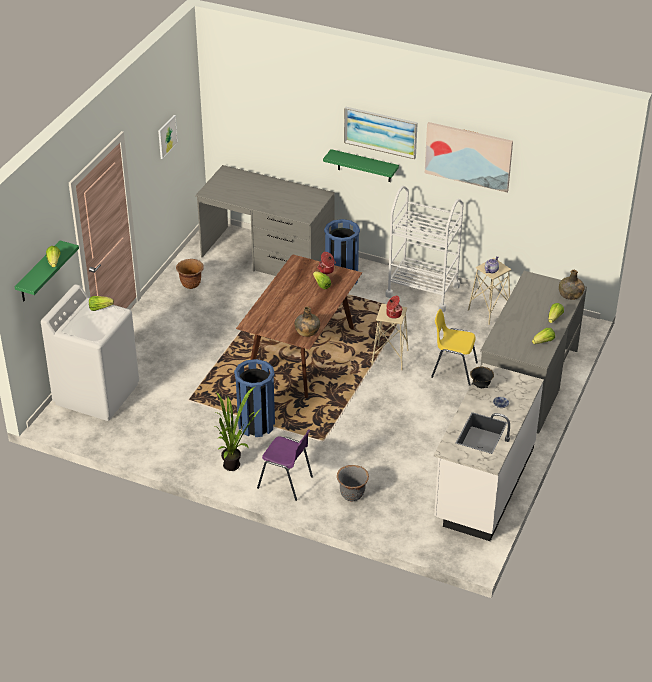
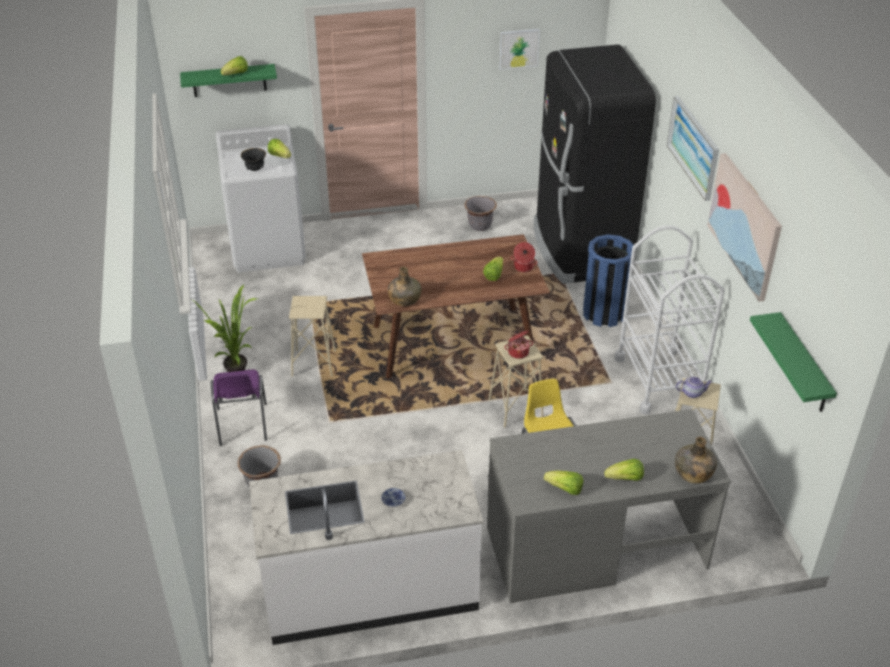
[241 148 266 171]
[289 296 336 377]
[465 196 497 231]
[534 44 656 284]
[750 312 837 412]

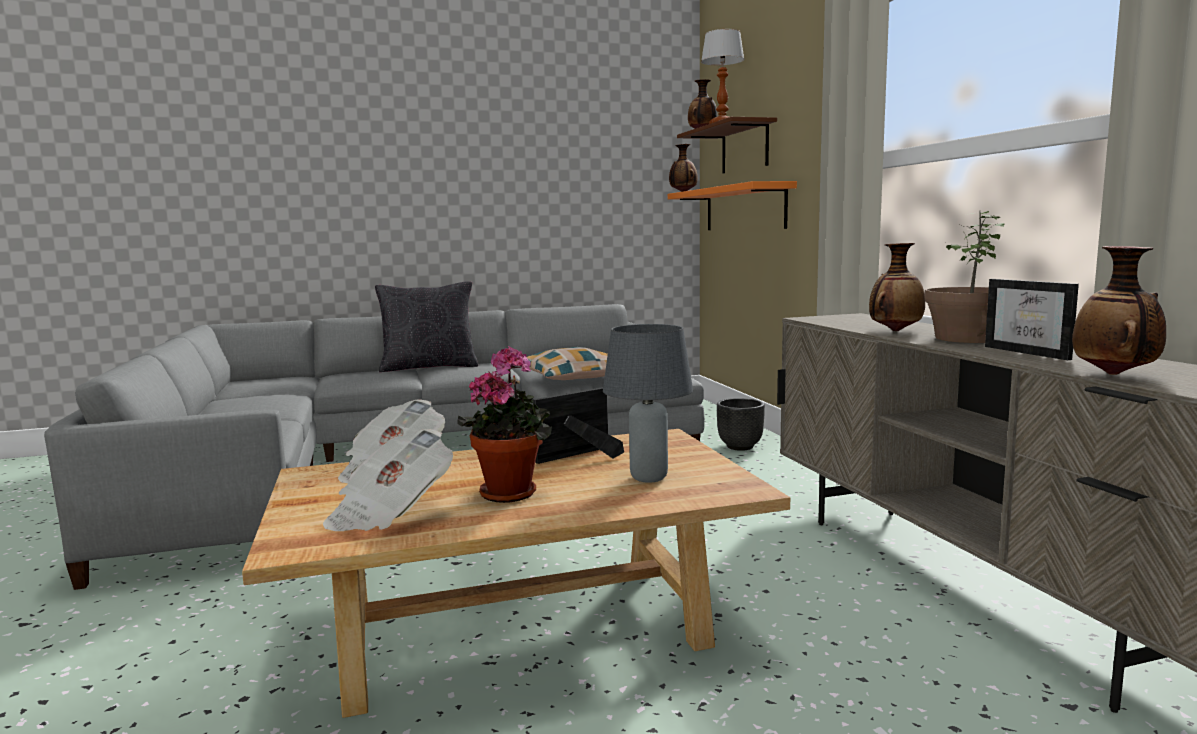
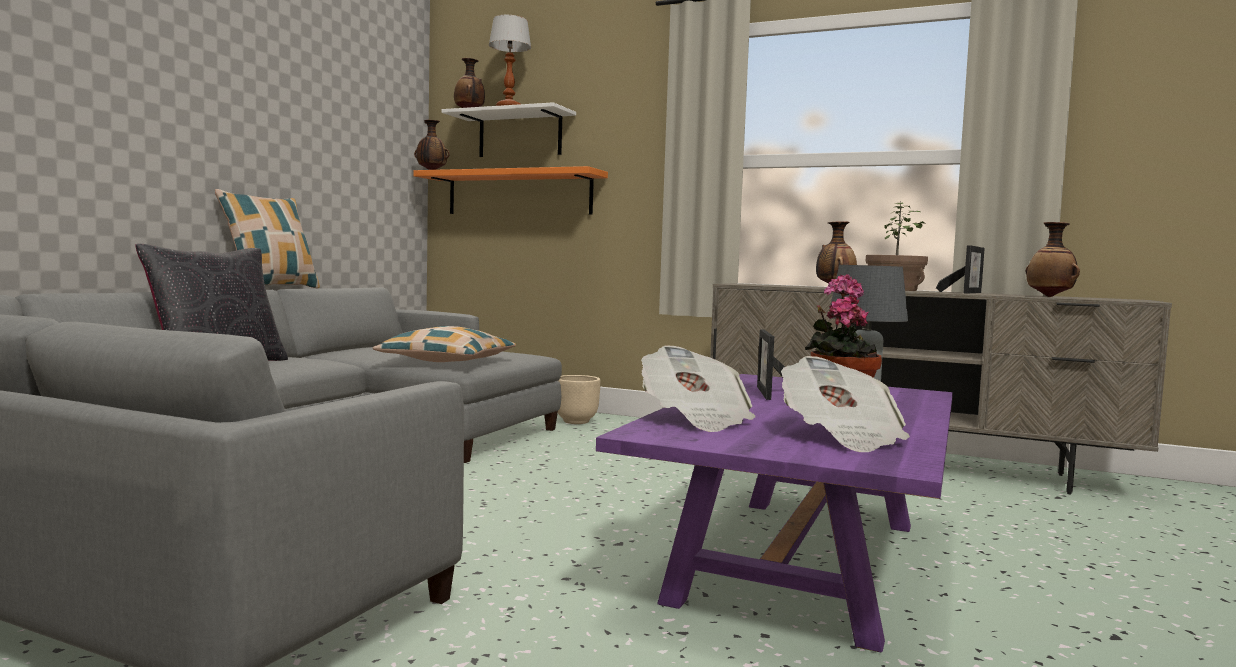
[215 189 320 288]
[441 102 576 157]
[558 375 600 424]
[596 374 953 653]
[936 245 985 294]

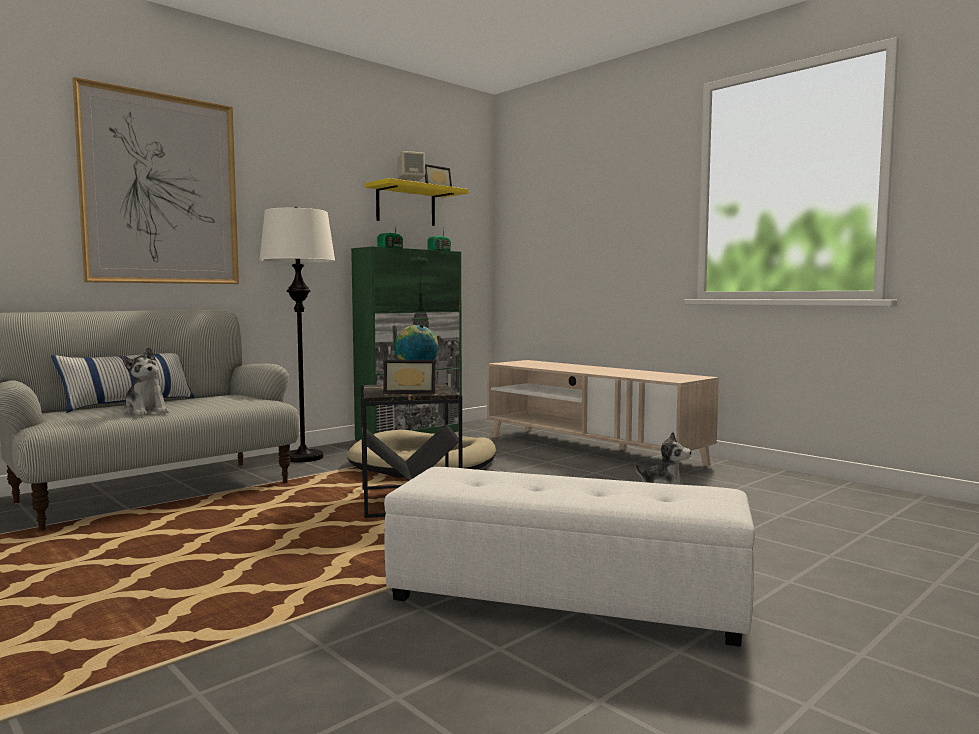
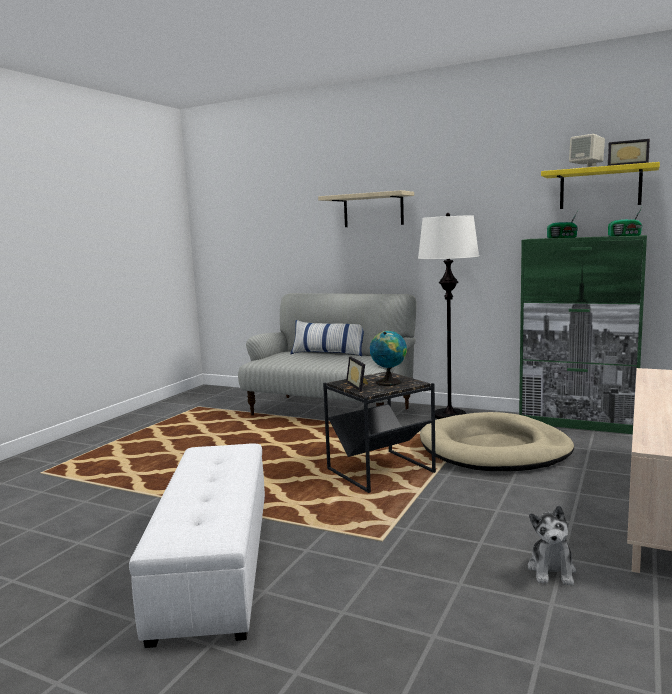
[318 190 414 227]
[122 347 169 416] (first image)

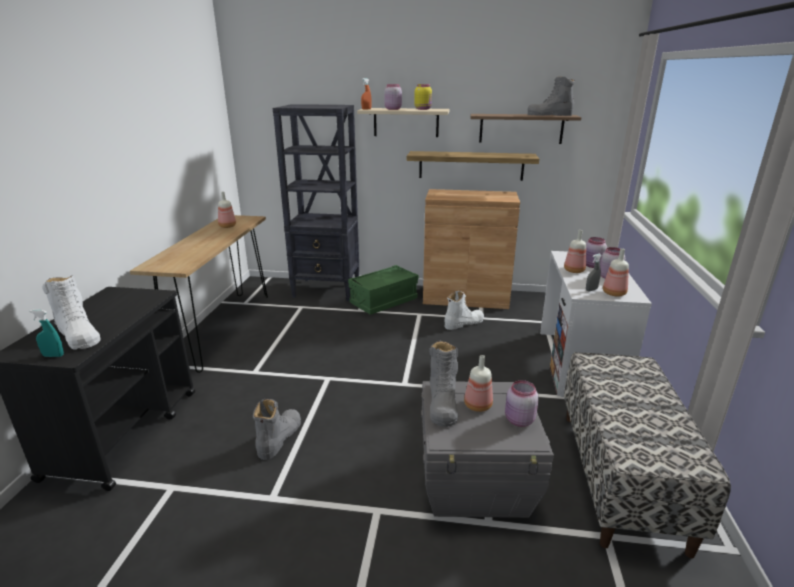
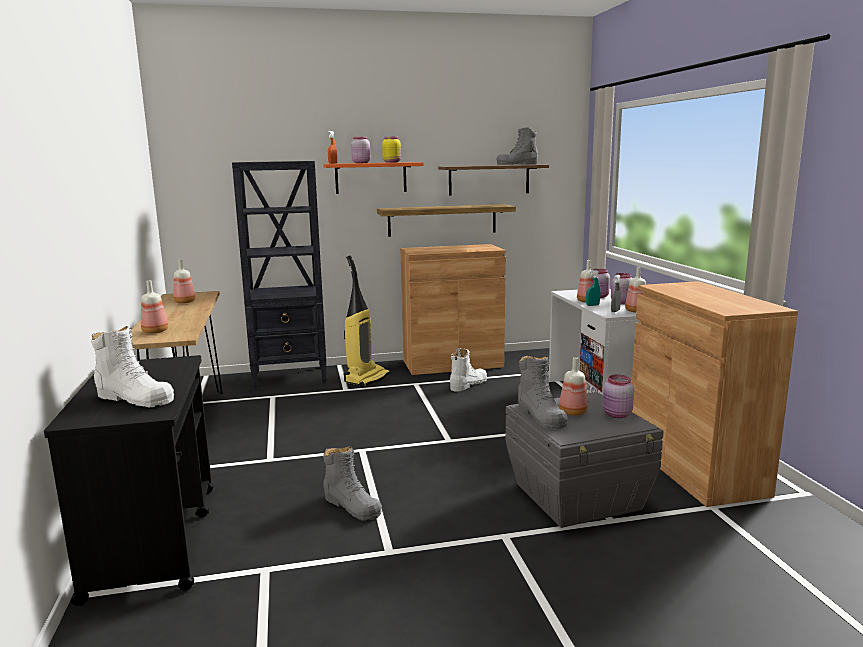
[141 280 168 333]
[323 162 424 194]
[323 446 382 521]
[344 256 390 387]
[586 270 601 306]
[632 281 798 507]

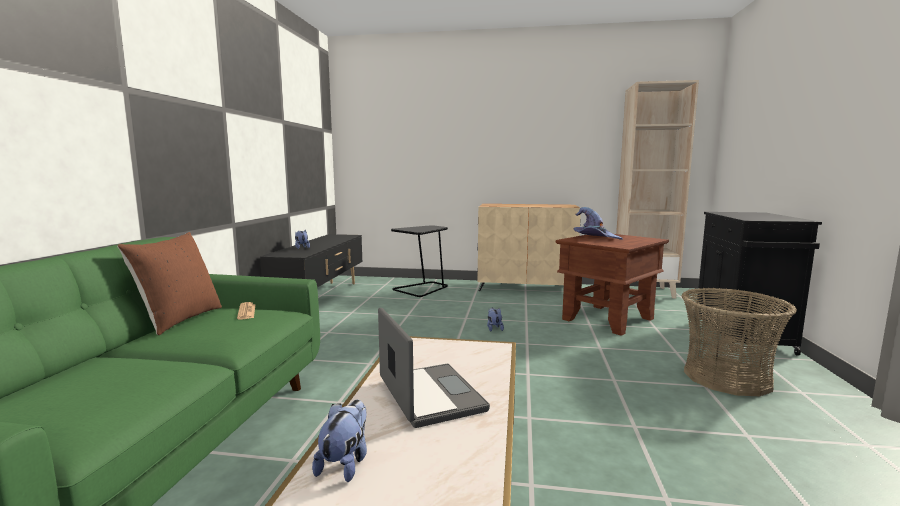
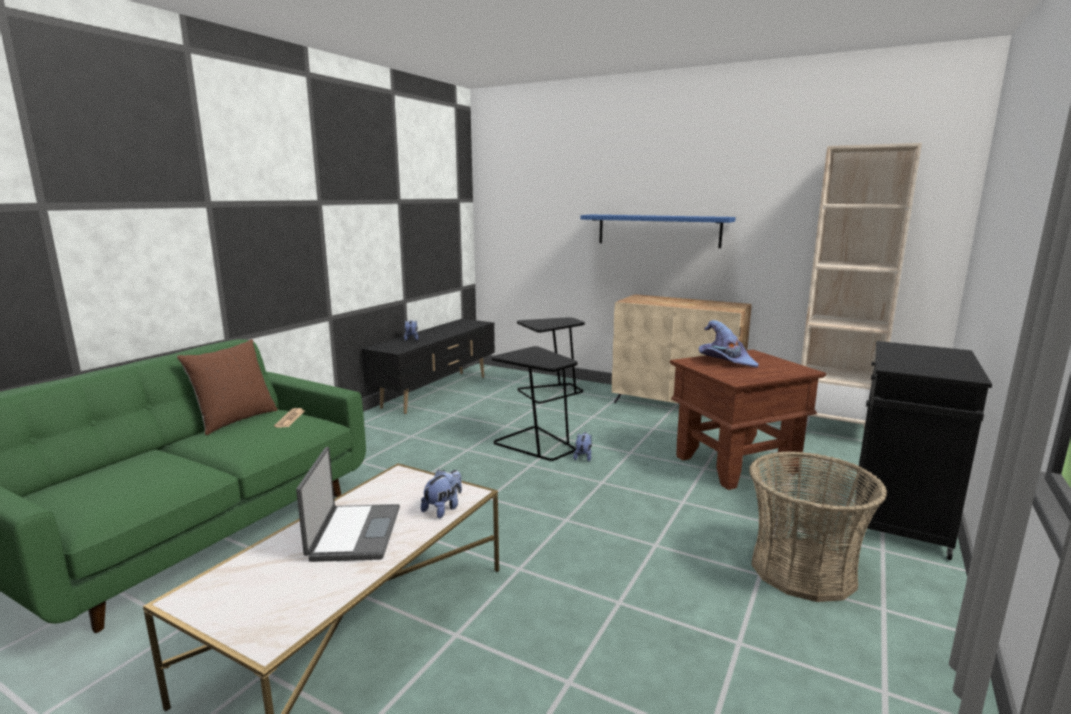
[421 470 462 518]
[491 346 577 461]
[580 215 736 248]

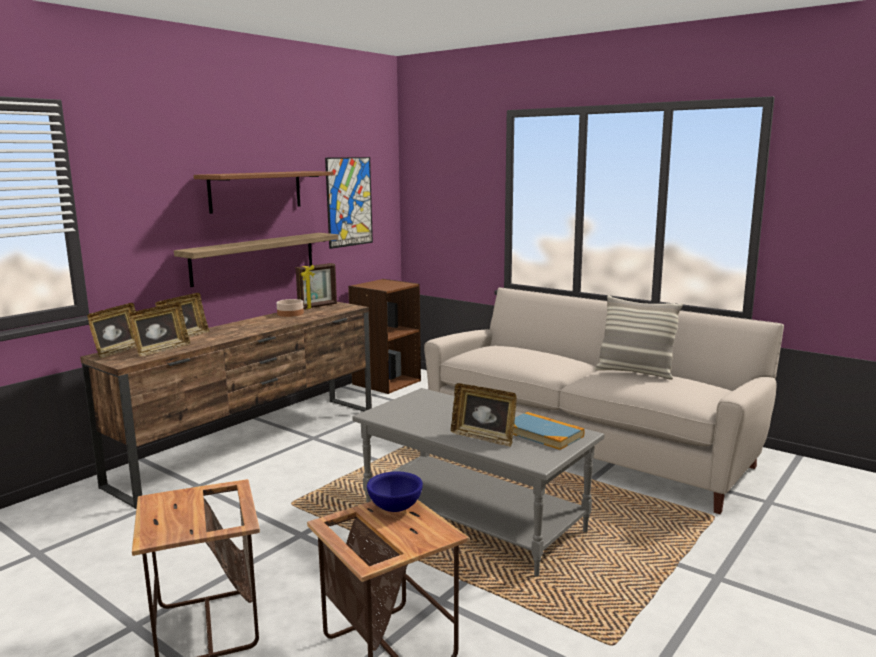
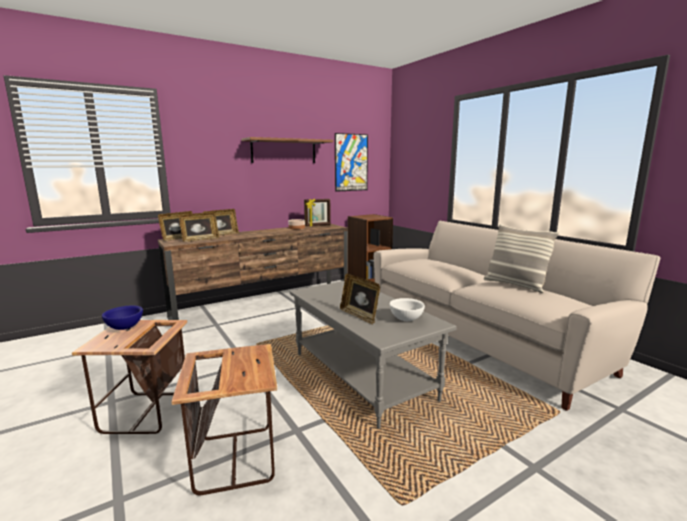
[102 305 143 330]
[390 298 425 321]
[174 233 338 287] (first image)

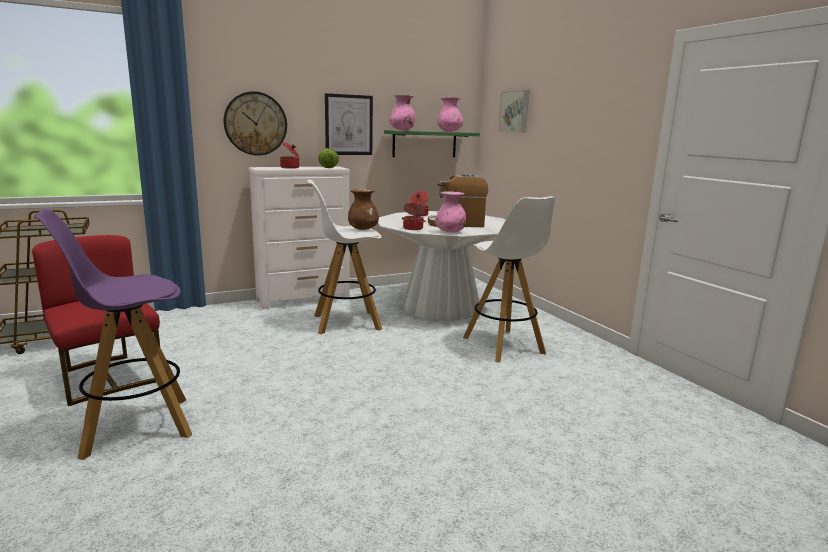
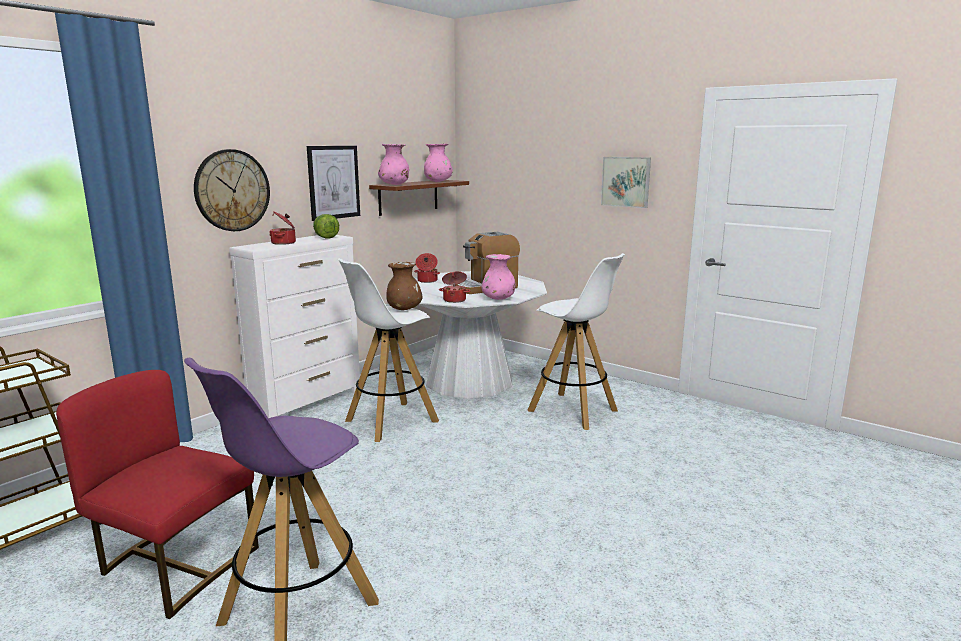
[369 180 469 216]
[601 157 651 208]

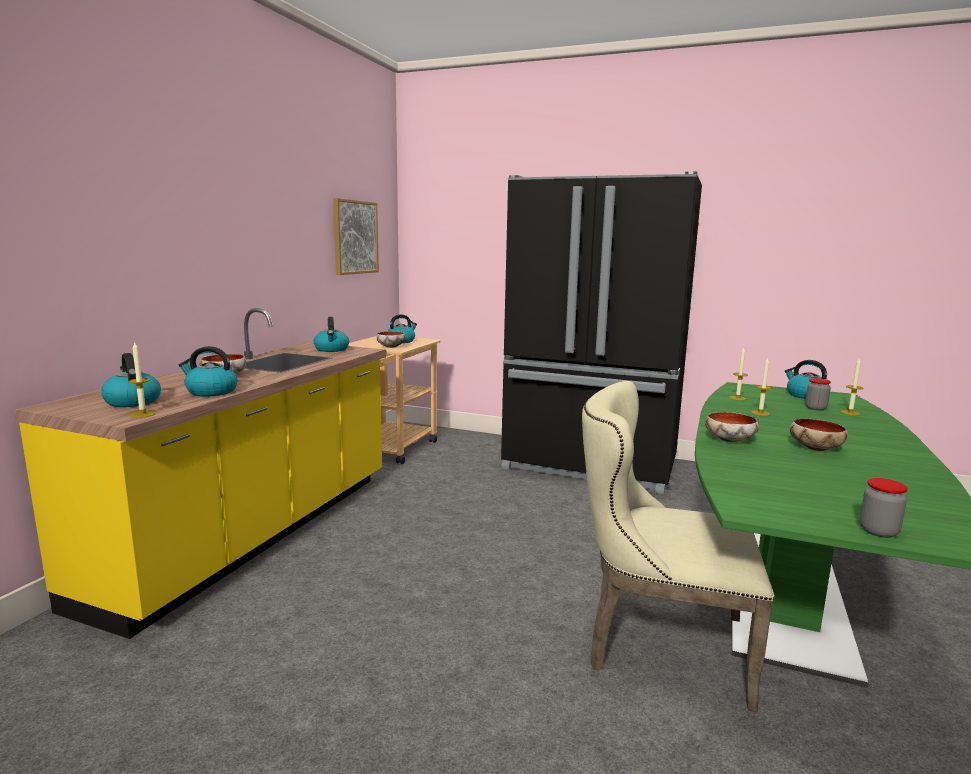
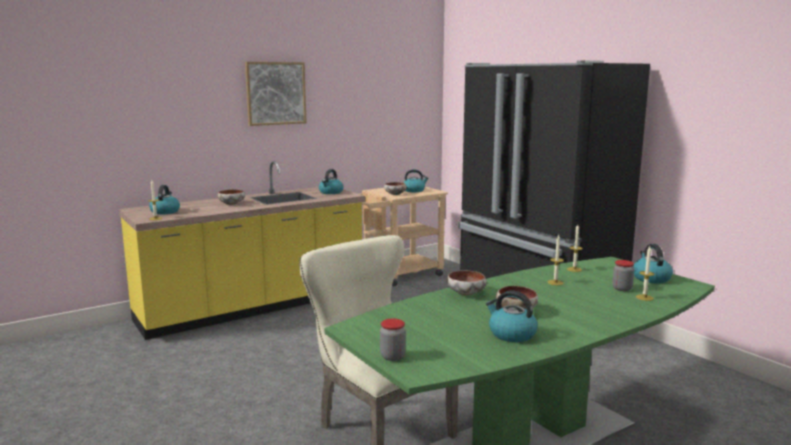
[245 62 306 126]
[486 291 538 342]

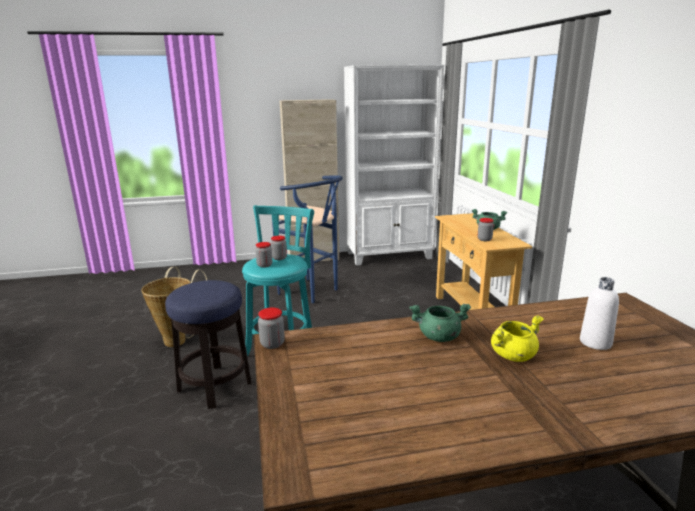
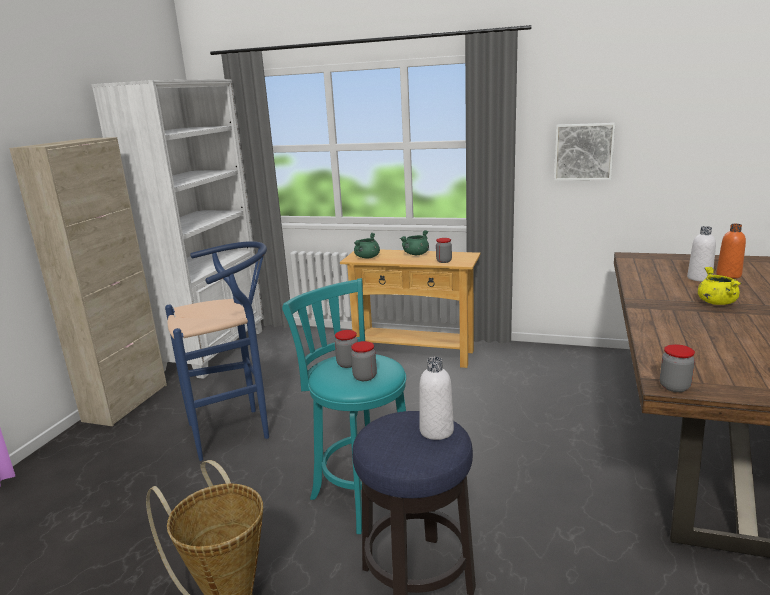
[354 233 380 259]
[419 357 454 440]
[554 123 615 181]
[716 224 746 279]

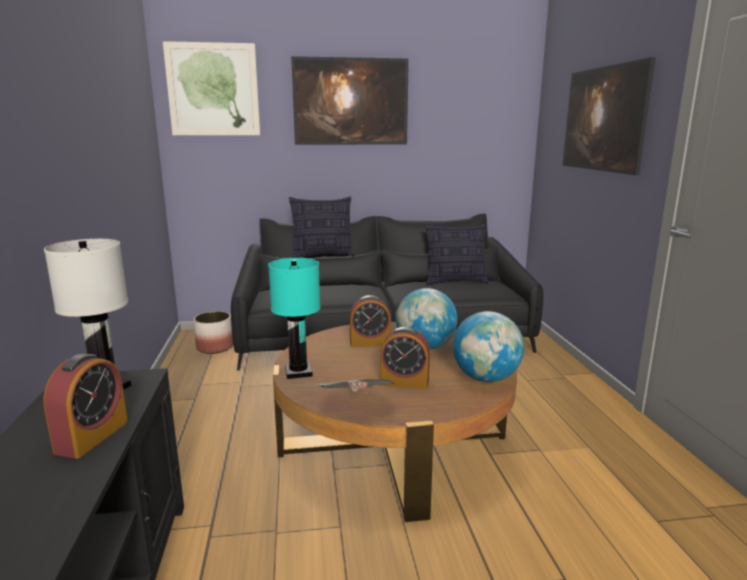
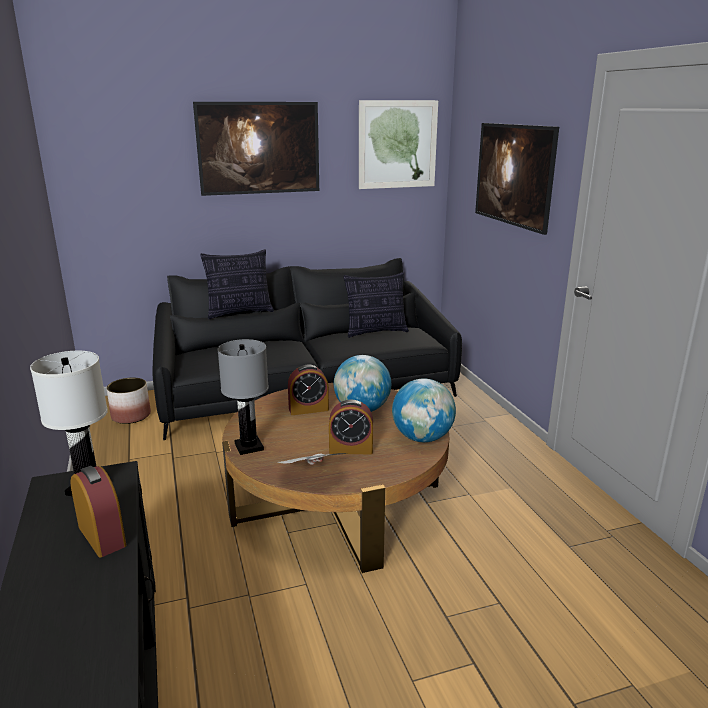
[71 466 126 558]
[218 339 269 455]
[359 100 438 189]

